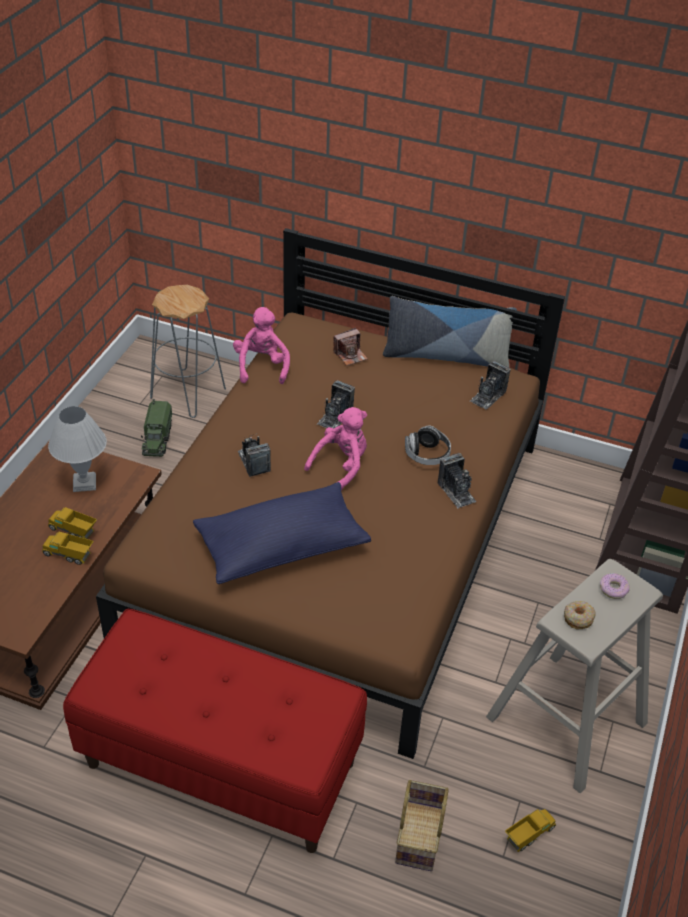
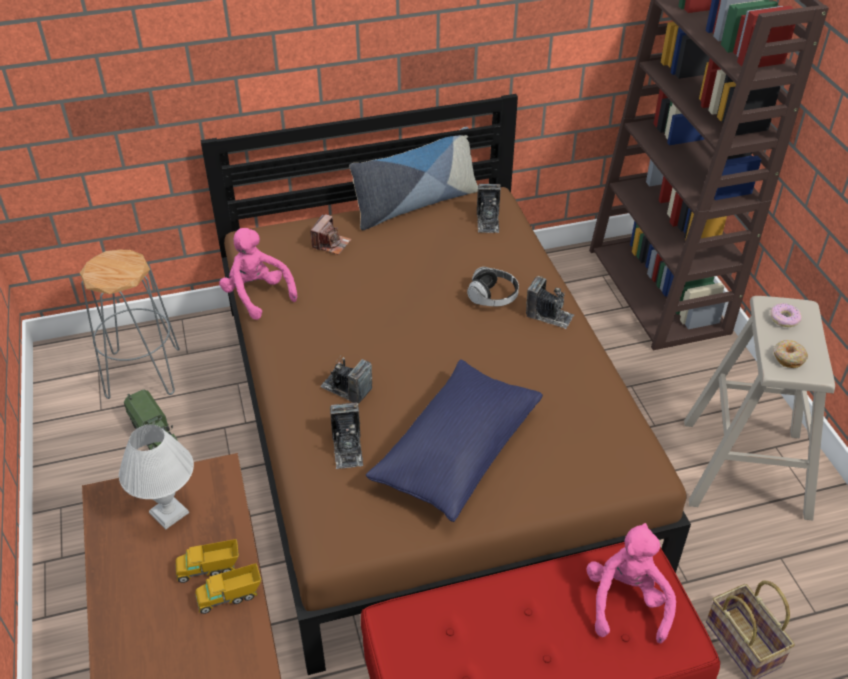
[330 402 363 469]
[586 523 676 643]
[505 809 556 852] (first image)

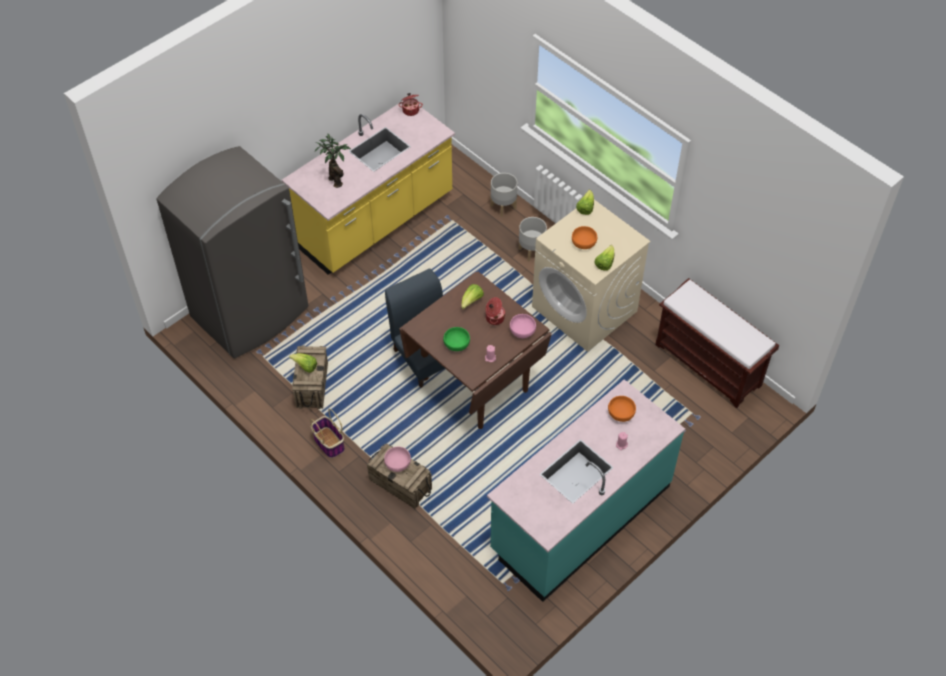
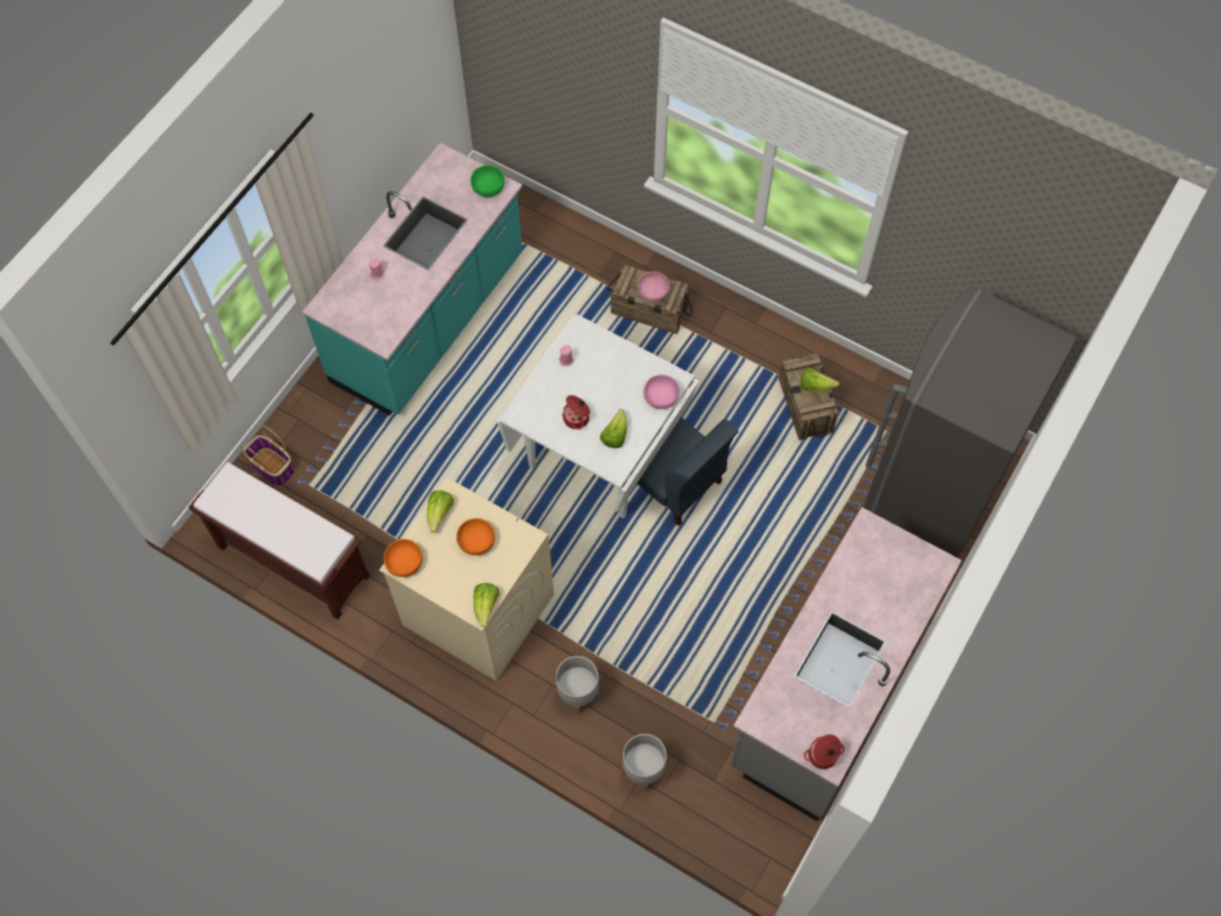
[241 425 295 487]
[384 539 423 577]
[471 165 505 197]
[497 314 699 518]
[643 375 679 409]
[731 507 962 821]
[315 134 351 188] (first image)

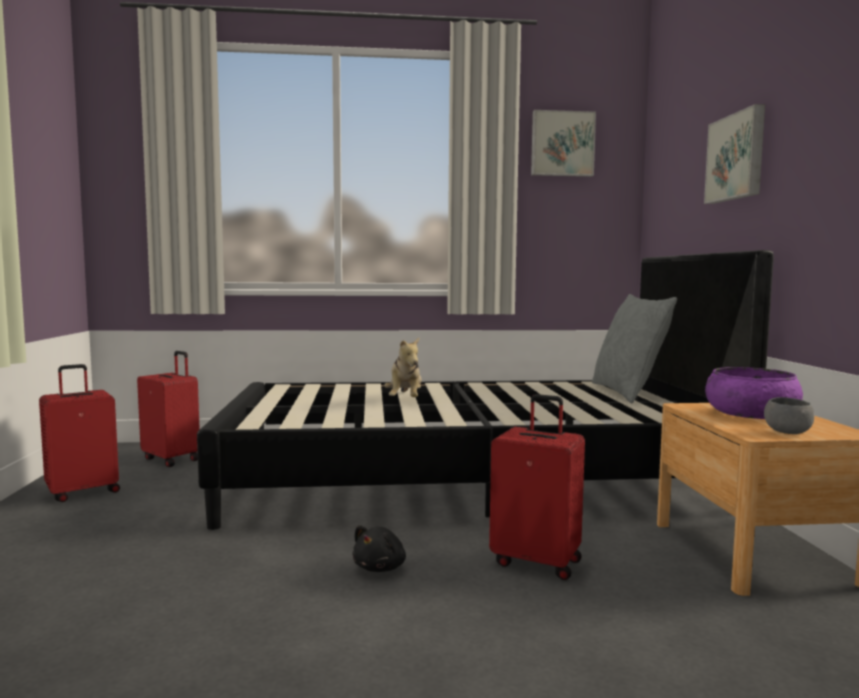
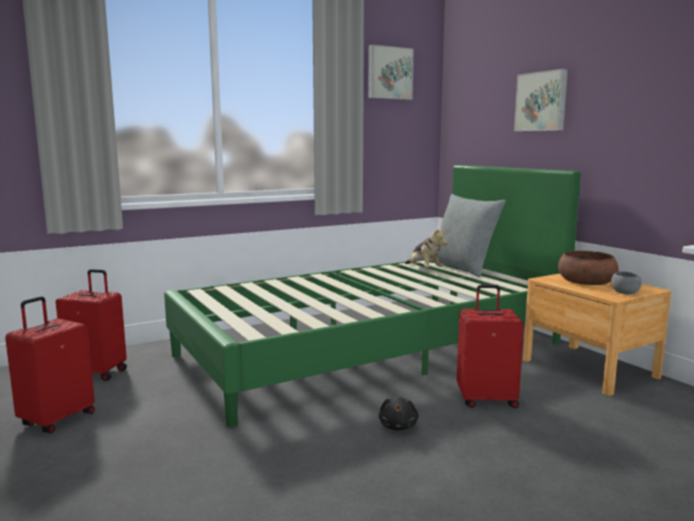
[164 165 581 427]
[405 226 448 268]
[558 251 619 285]

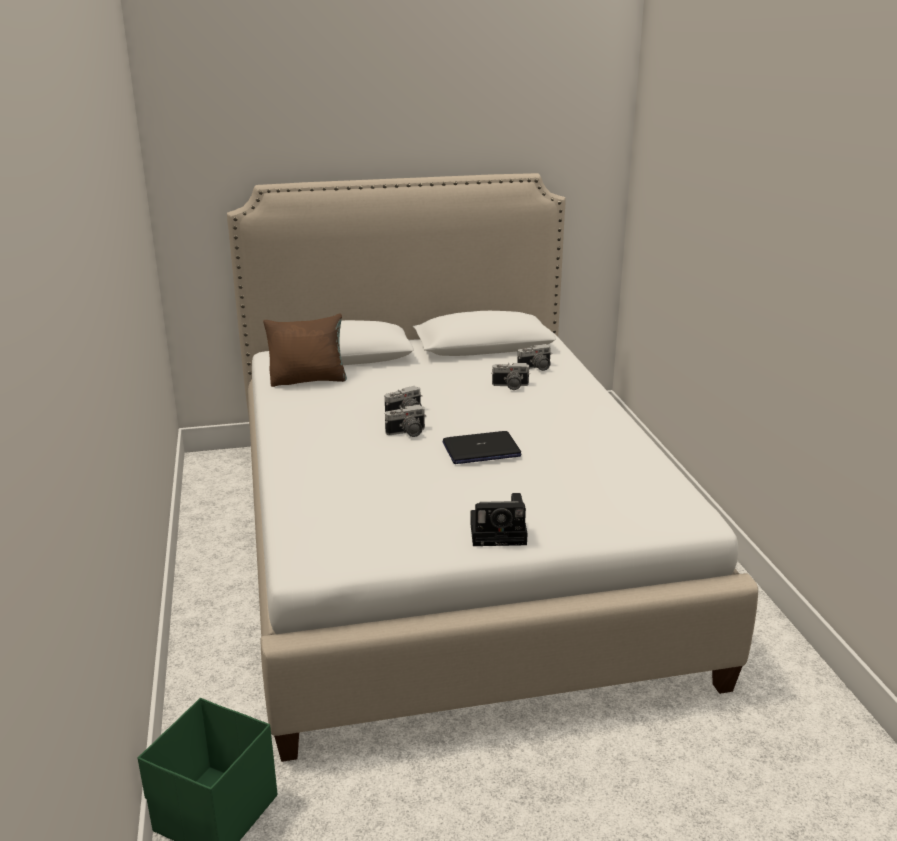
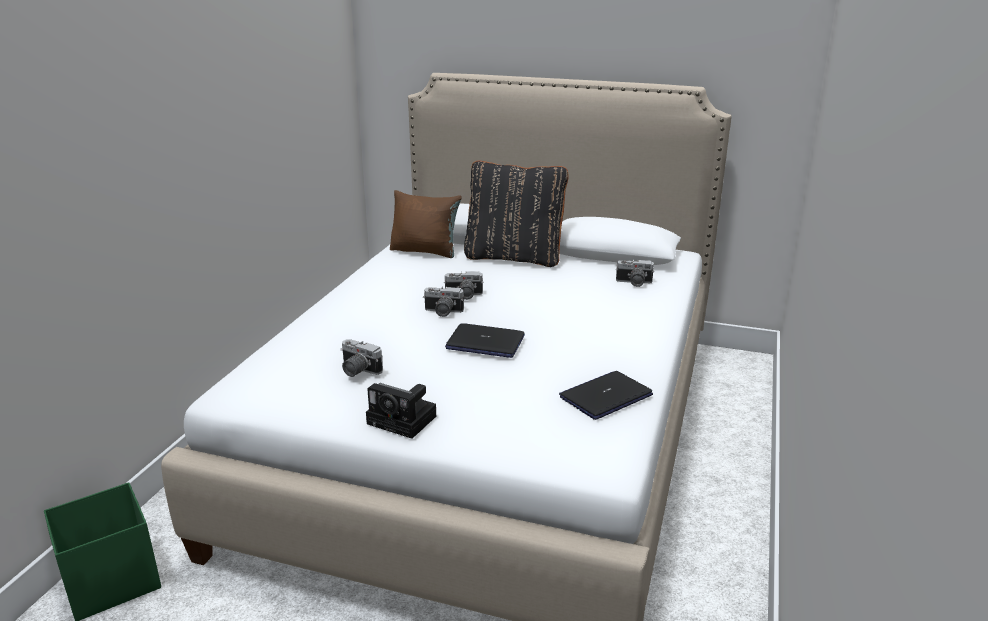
[340 339 383 377]
[464 161 569 267]
[559 371 653 420]

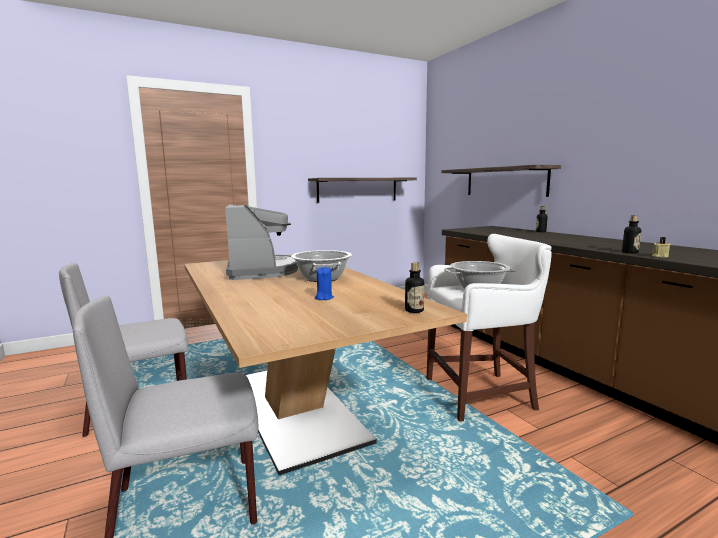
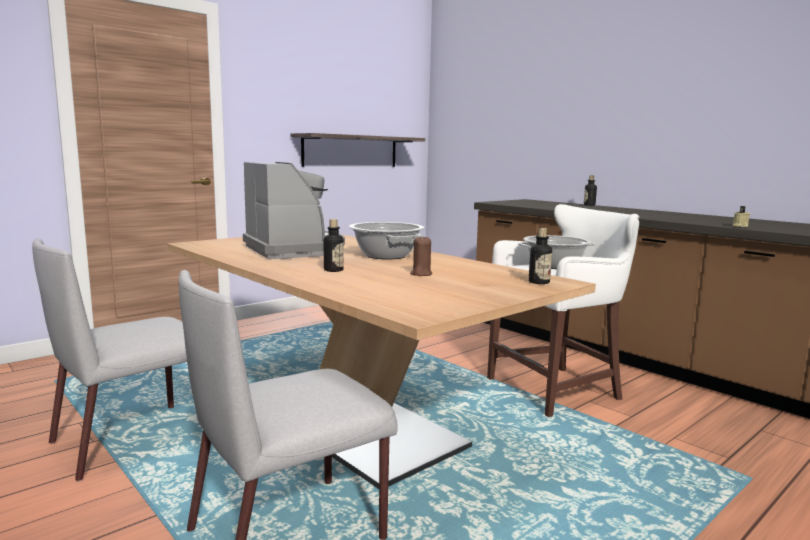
[324 219 344 272]
[410 236 432 276]
[441 165 561 197] (first image)

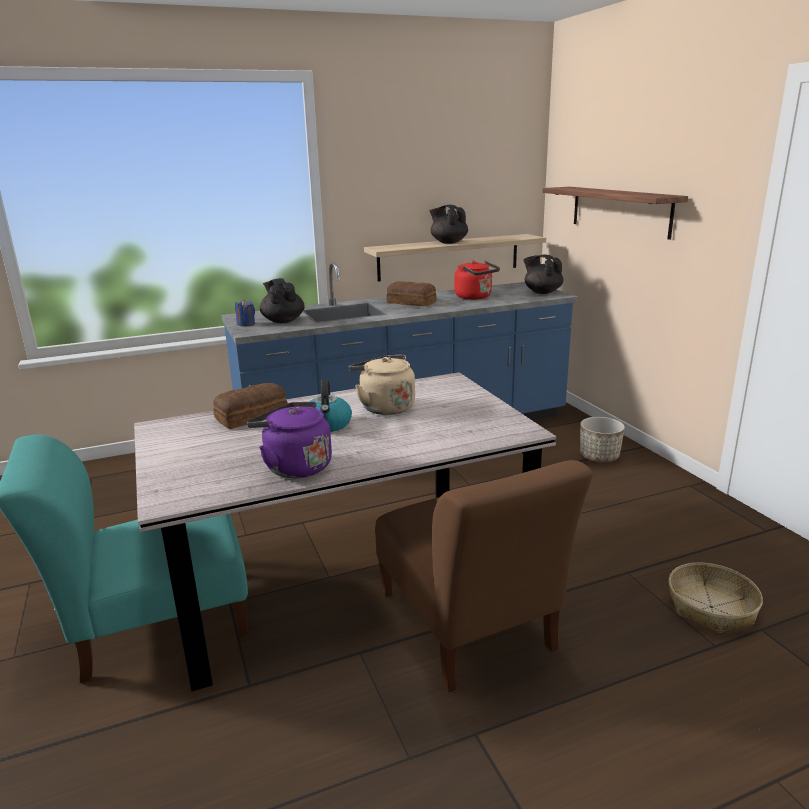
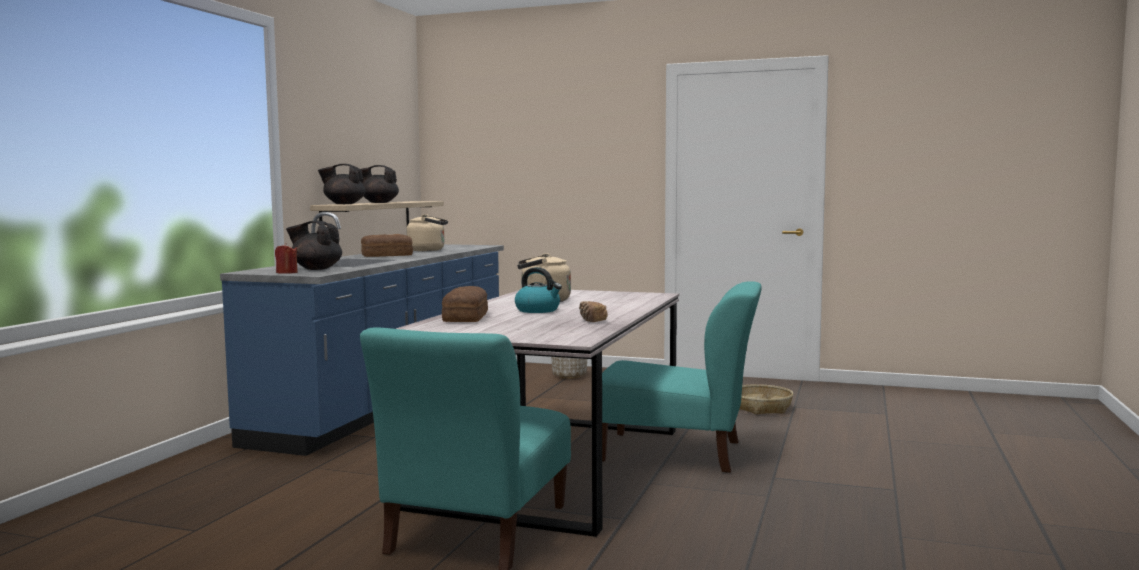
[275 243 298 274]
[318 164 365 204]
[407 214 448 251]
[579 301 608 322]
[602 281 762 473]
[542 187 688 240] (first image)

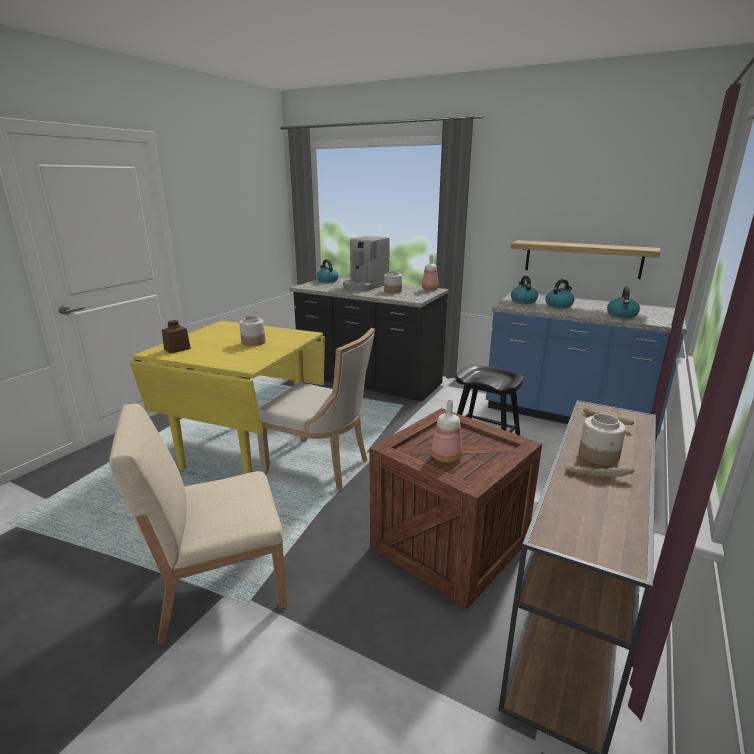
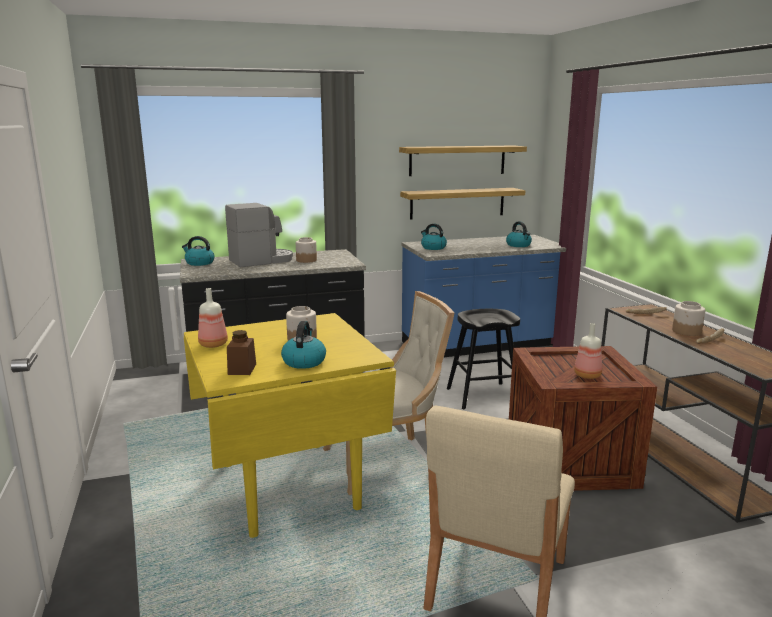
[198 288 228 348]
[225 203 293 267]
[281 321 326 369]
[399 145 527 176]

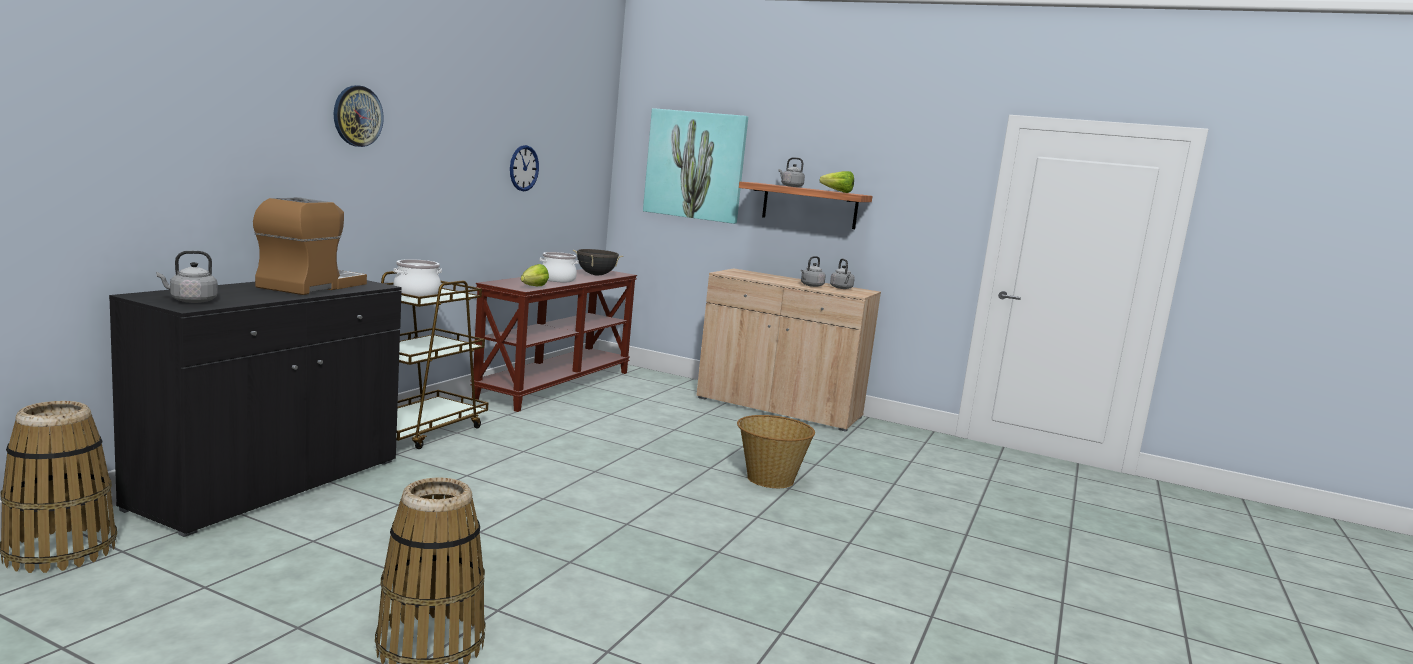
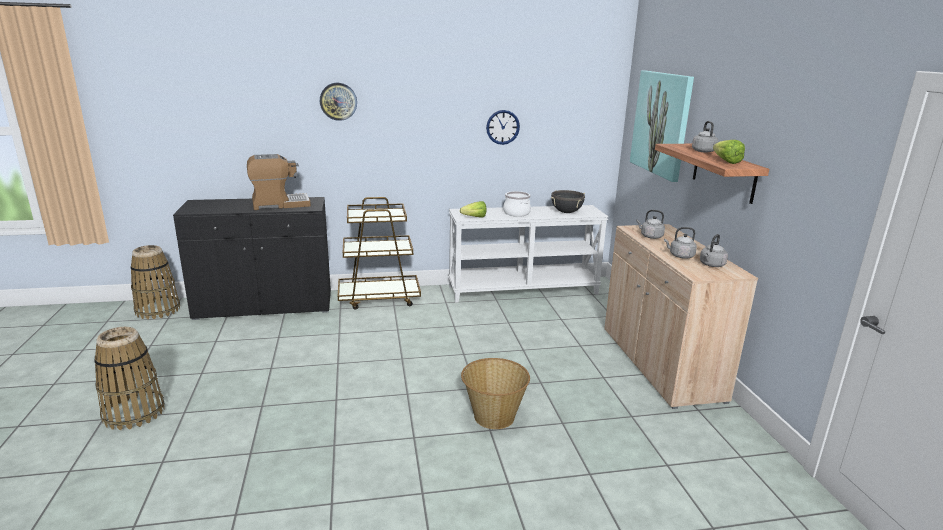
[448 205 608 303]
[636 210 665 239]
[393 259 442 297] (first image)

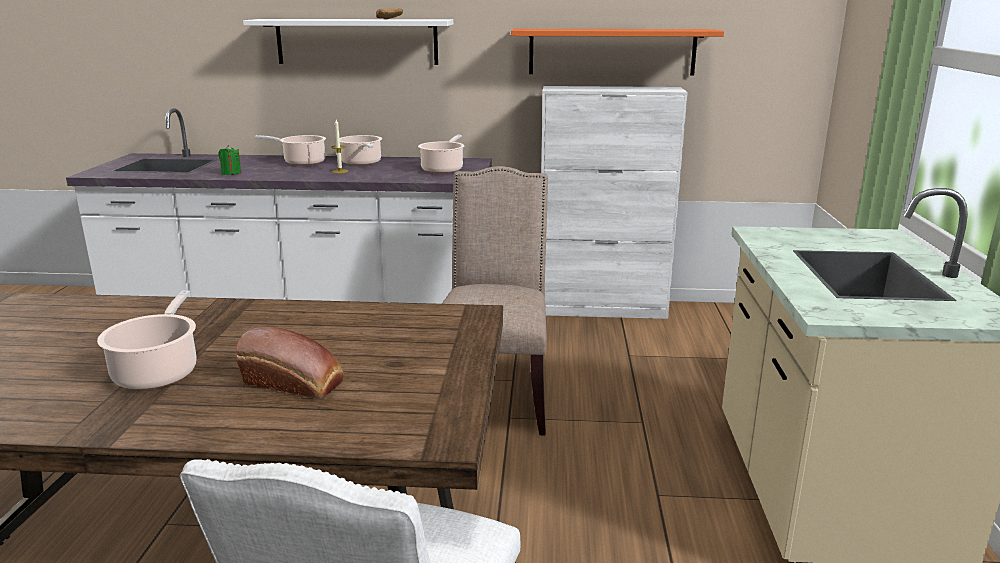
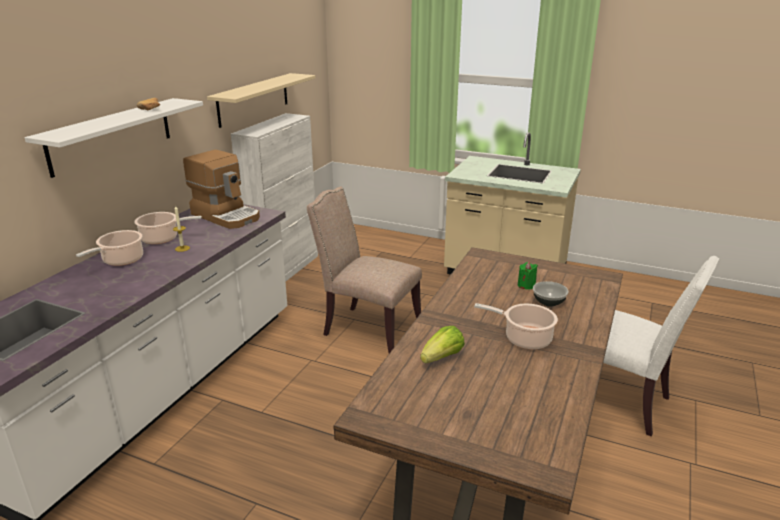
[183 150 260 229]
[207 73 315 128]
[420 326 465 363]
[518 262 538 290]
[533 281 569 307]

